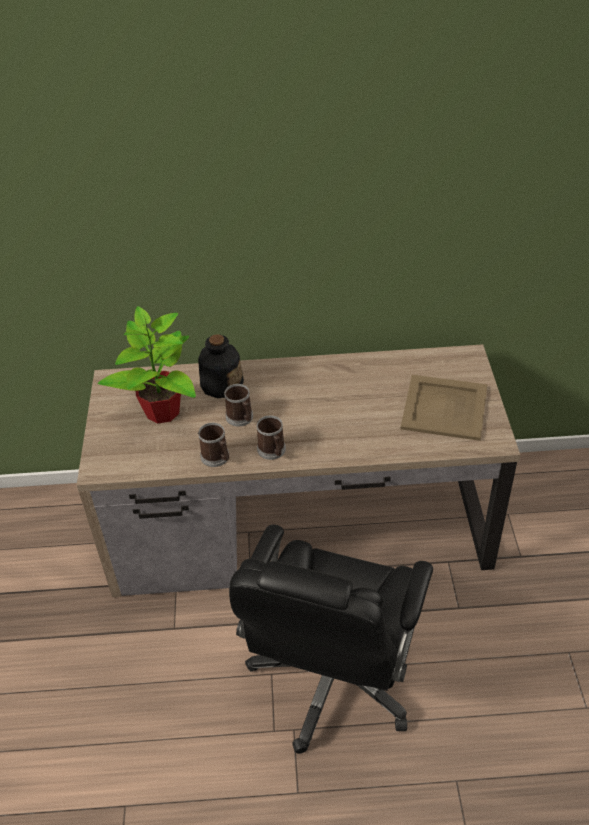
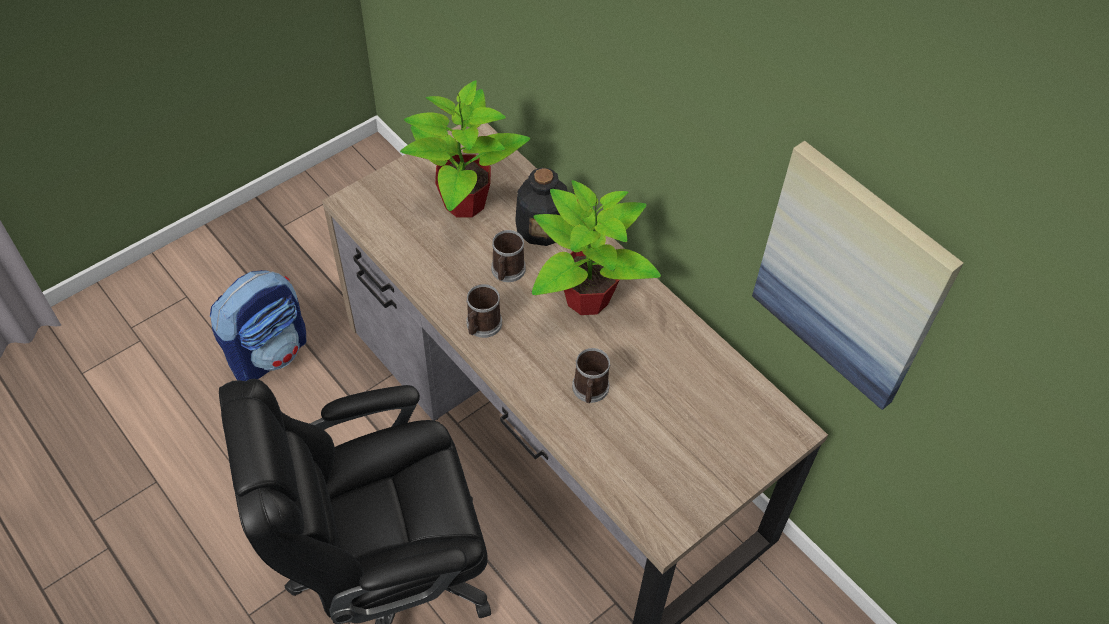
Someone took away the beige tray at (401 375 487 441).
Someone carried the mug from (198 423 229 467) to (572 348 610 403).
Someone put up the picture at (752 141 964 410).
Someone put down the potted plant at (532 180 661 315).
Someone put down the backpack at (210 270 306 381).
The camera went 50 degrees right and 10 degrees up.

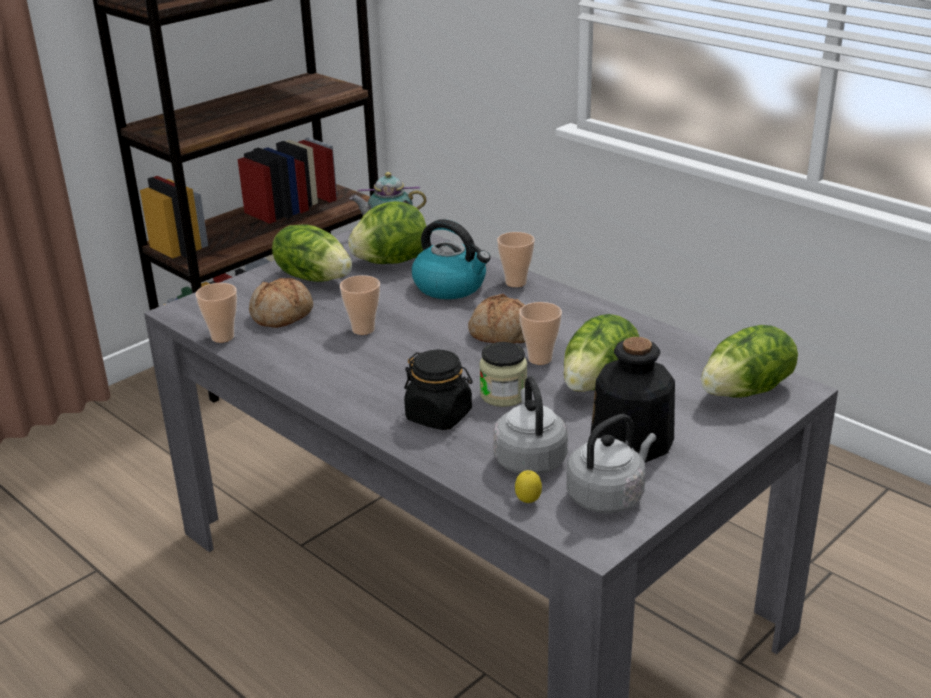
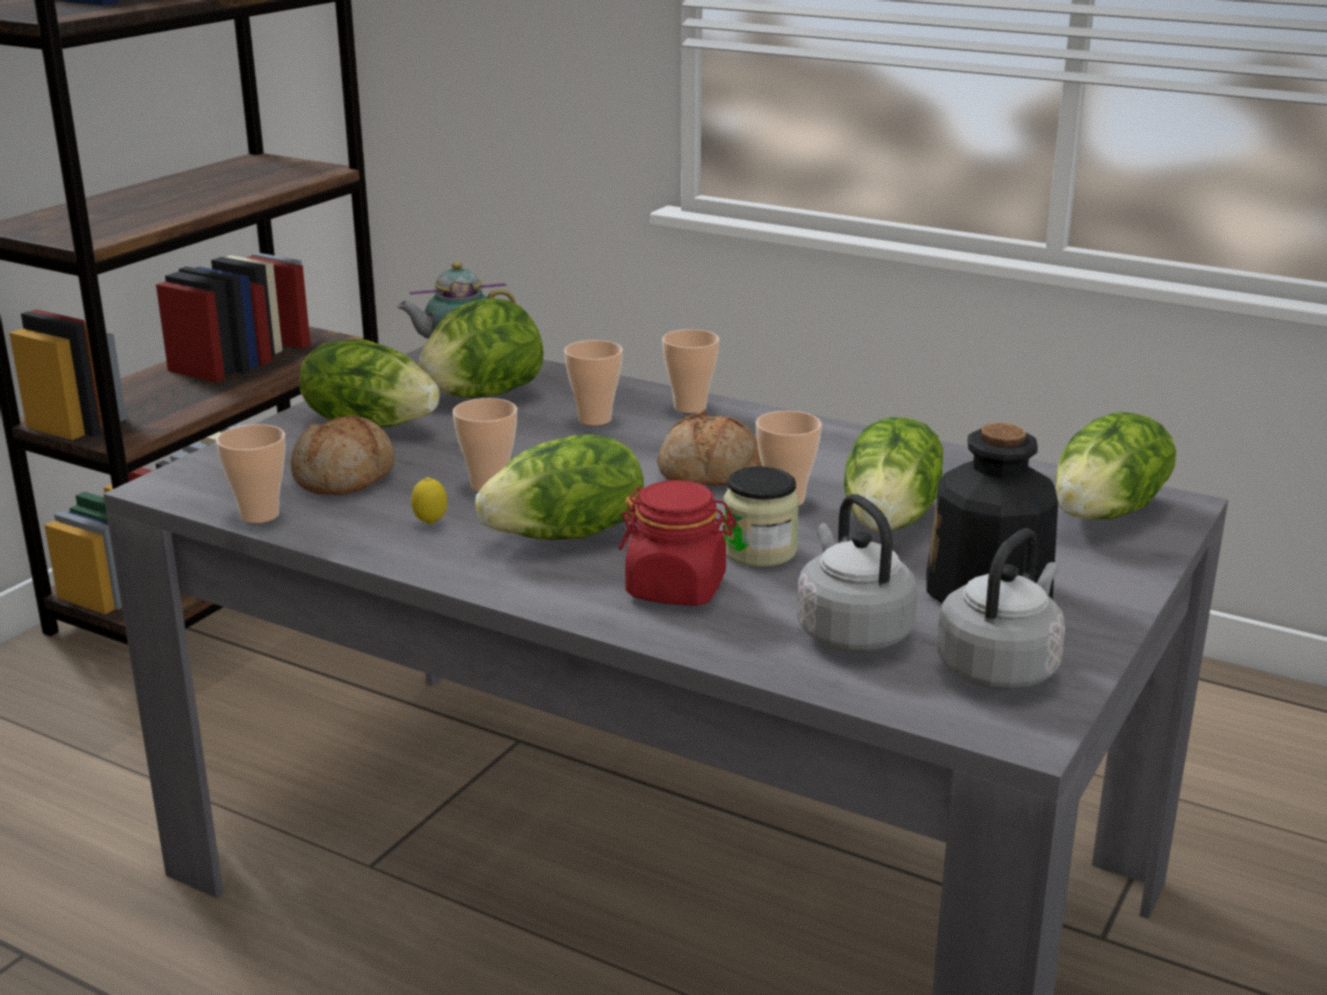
Someone swapped the kettle at (412 219 491 299) for the cup at (564 340 623 426).
Someone repainted the black jar at (404 349 473 430), which became the red jar at (619 480 737 606).
Someone carried the lemon from (515 470 542 503) to (411 477 447 525).
Someone put down the lettuce at (475 434 644 540).
The camera went 15 degrees left and 5 degrees down.

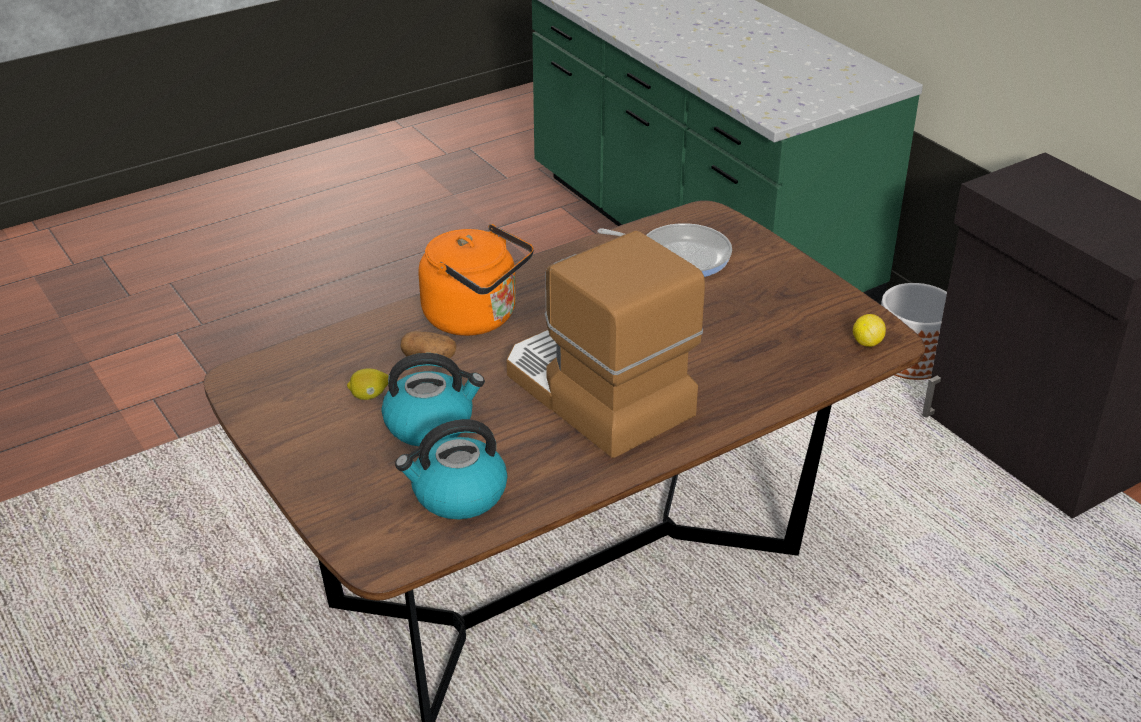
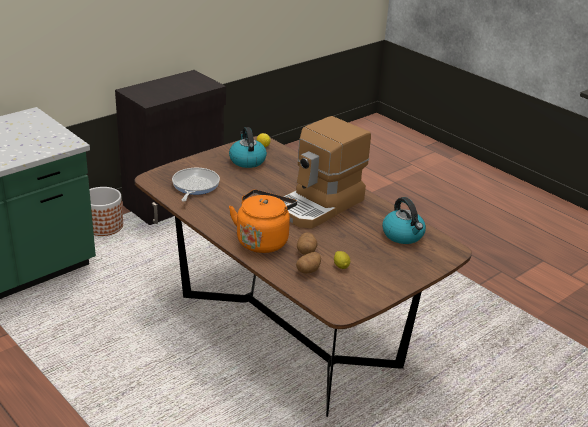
Someone carried the kettle from (382 353 485 446) to (229 127 267 168).
Someone put down the potato at (296 252 321 274).
The camera went 100 degrees left and 5 degrees down.

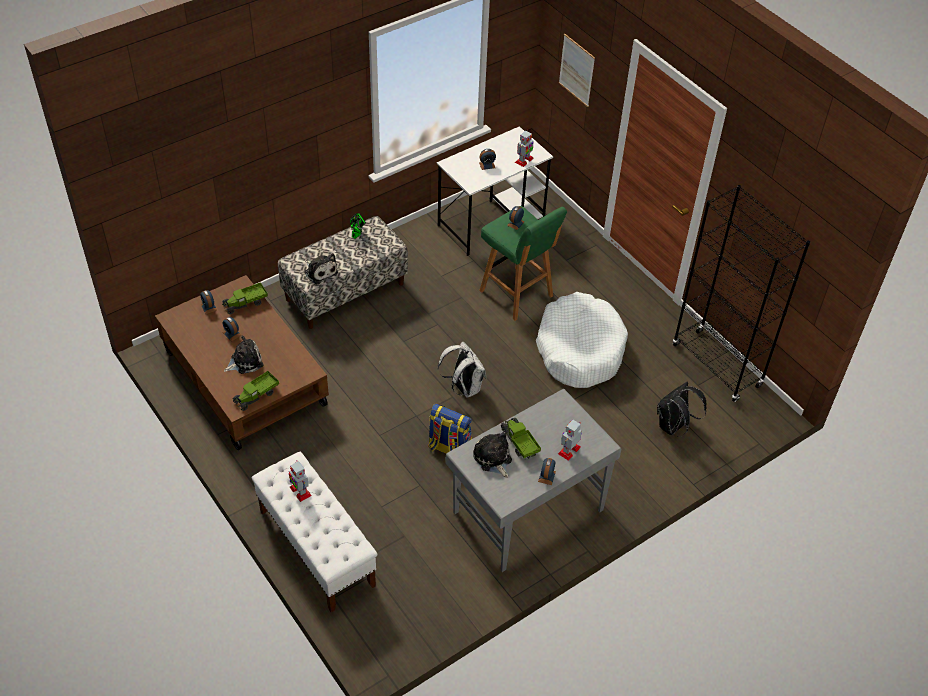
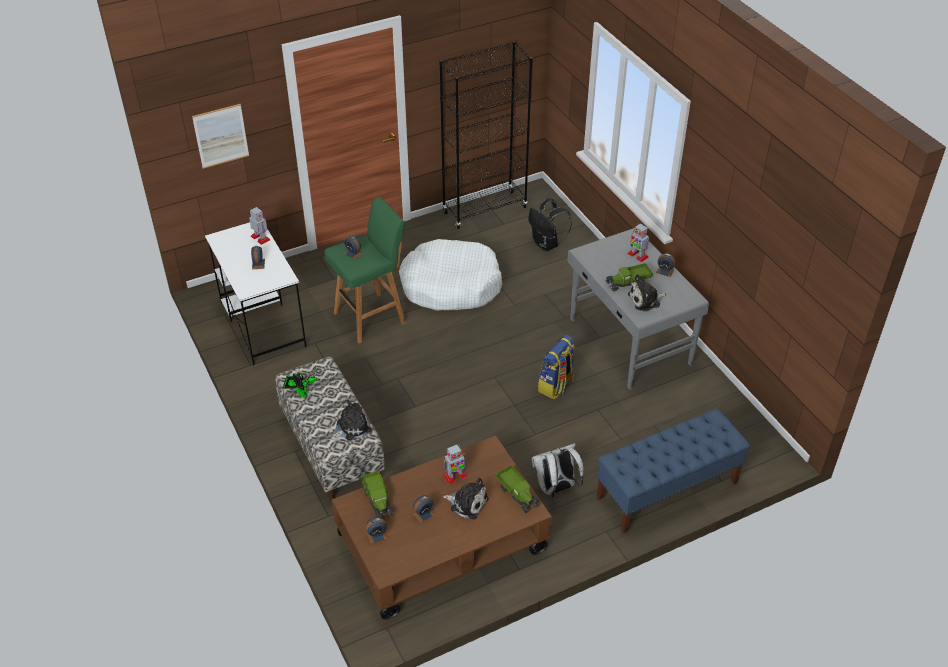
Someone rotated the plush toy at (224 335 264 374) by 135 degrees clockwise.
Someone carried the white backpack from (438 342 486 398) to (532 443 584 498).
Someone repainted the white bench at (252 452 377 612), which became the blue bench at (597 409 750 534).
Someone carried the toy robot from (289 460 312 502) to (443 444 468 484).
The camera went 80 degrees left and 5 degrees down.

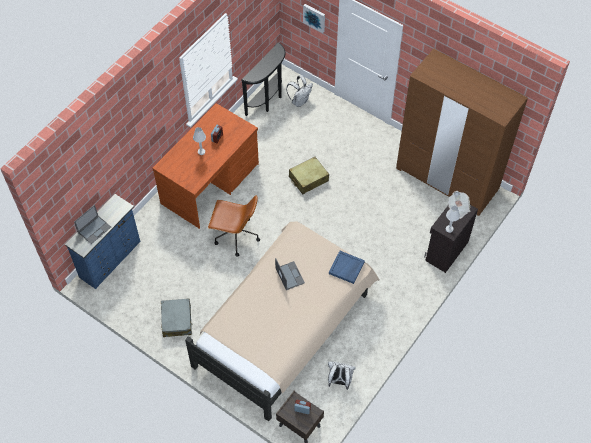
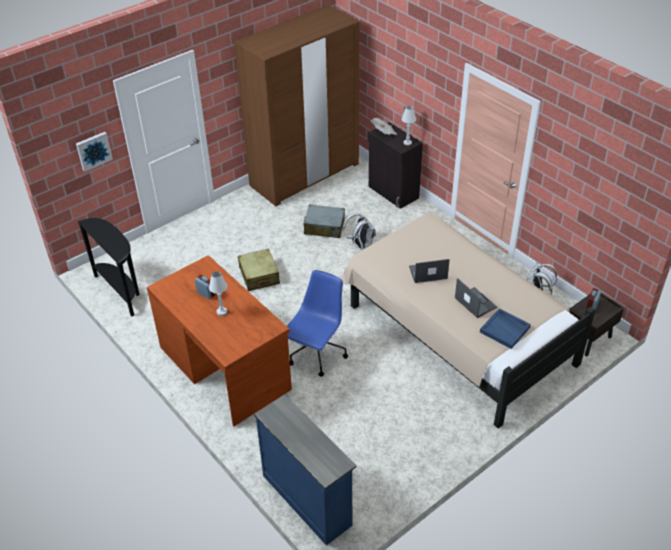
Someone carried the white backpack from (286 75 313 107) to (343 213 376 250).
Someone repainted the brown office chair at (208 195 260 257), which became the blue office chair at (287 270 348 377).
Someone carried the laptop from (74 205 111 244) to (455 278 497 318).
Someone carried the blue tray from (329 251 365 284) to (480 308 531 349).
Someone carried the grey suitcase from (161 298 192 337) to (304 204 345 238).
The camera went 75 degrees left and 15 degrees down.

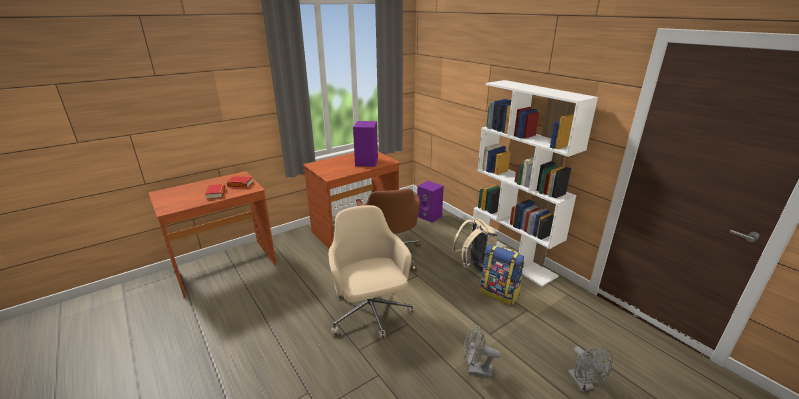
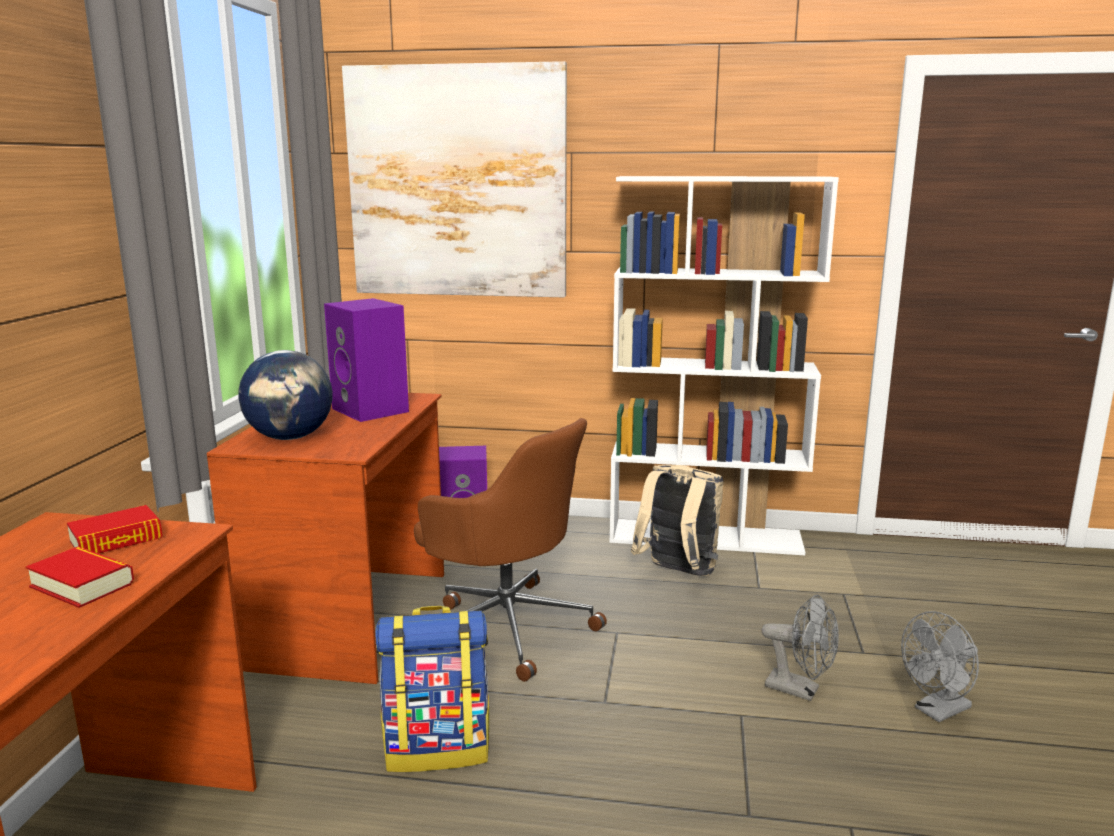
Someone took away the beige office chair at (328 205 415 339).
Someone carried the backpack from (480 244 524 305) to (375 606 489 772).
Someone carried the grey fan from (568 346 613 392) to (762 595 839 701).
Someone put up the picture at (342 61 567 297).
Someone put down the globe at (239 350 333 440).
The camera went 45 degrees left and 10 degrees down.

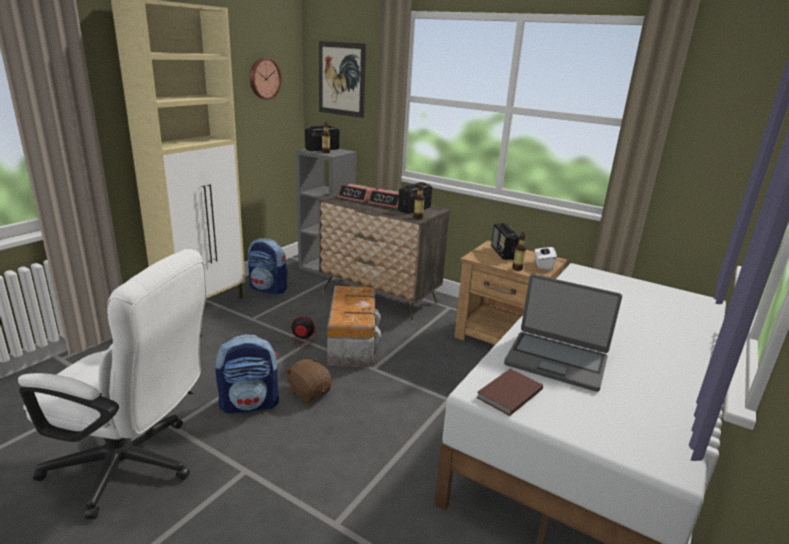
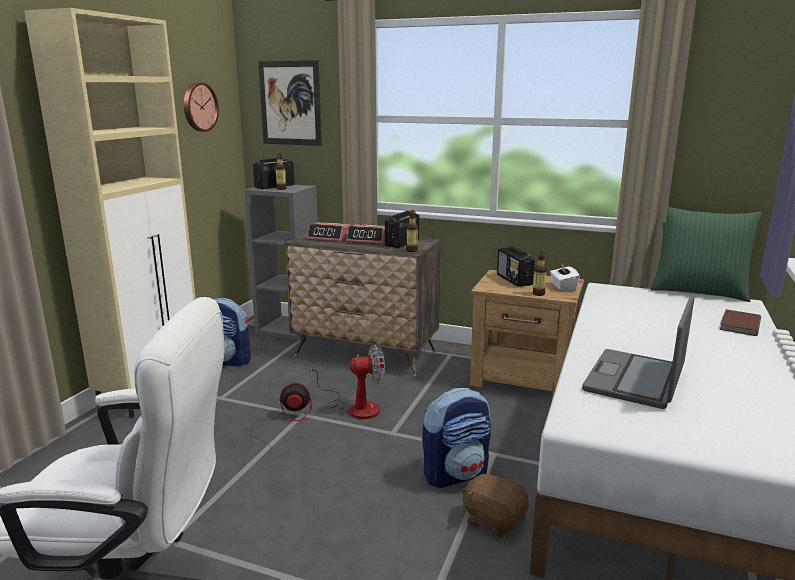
Someone rotated the laptop at (504 274 622 392) by 105 degrees clockwise.
Someone swapped the storage box at (327 286 381 367) for the fan at (310 344 385 419).
Someone carried the backpack from (216 334 279 413) to (422 388 491 488).
Someone carried the brown plush toy from (285 358 332 403) to (462 469 529 538).
Someone carried the brown book from (476 369 543 416) to (720 309 761 336).
Someone put down the green pillow at (651 207 762 302).
The camera went 10 degrees left and 5 degrees down.

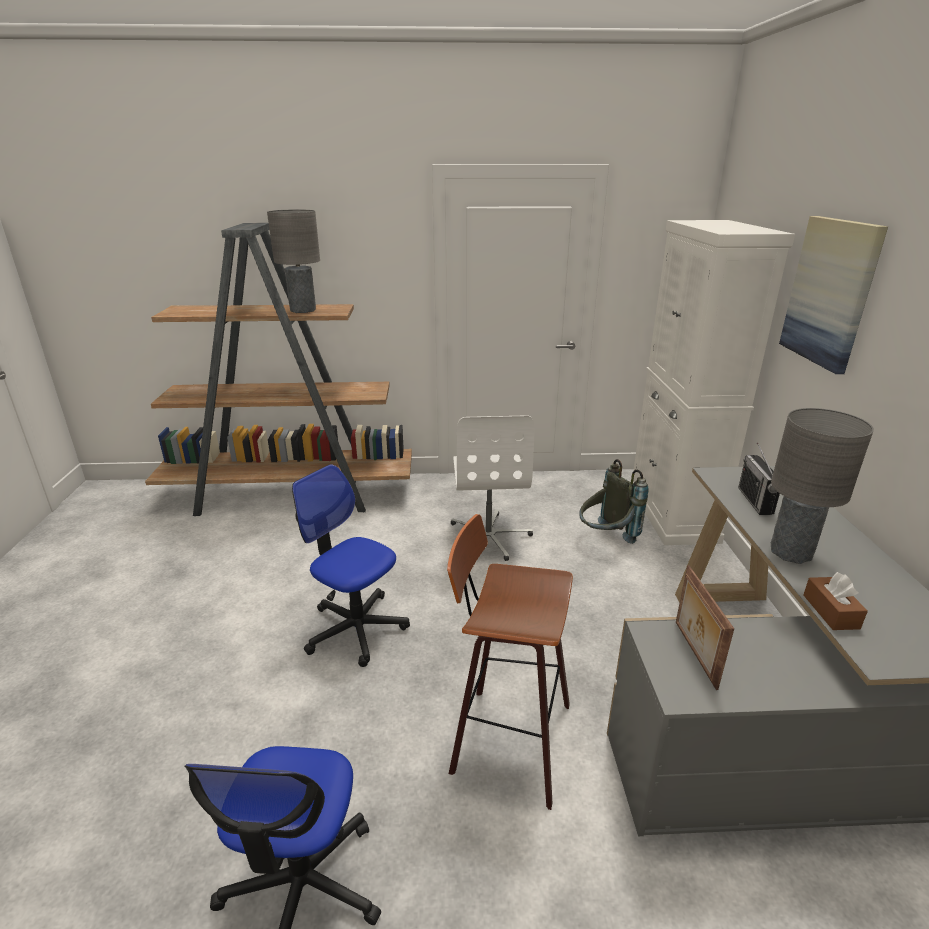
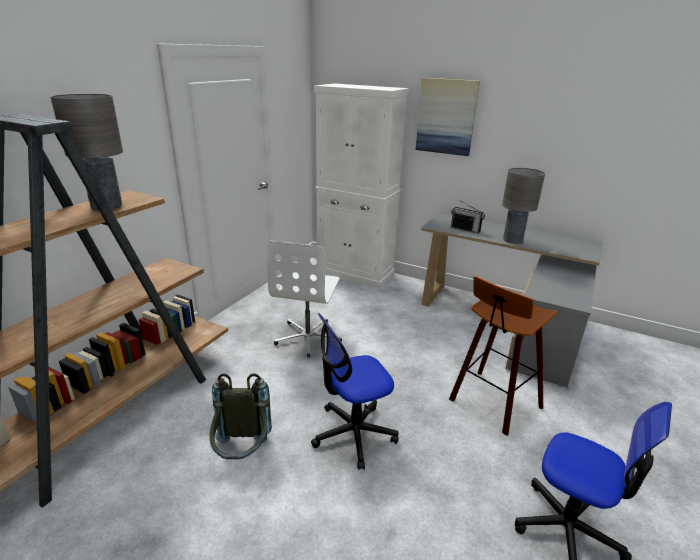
Someone rotated the white office chair at (451 415 535 561) by 75 degrees clockwise.
Someone carried the grey backpack from (579 459 649 544) to (209 373 272 459).
Someone took away the picture frame at (676 565 734 690).
Someone took away the brown tissue box at (803 572 868 630).
The camera went 60 degrees left and 0 degrees up.

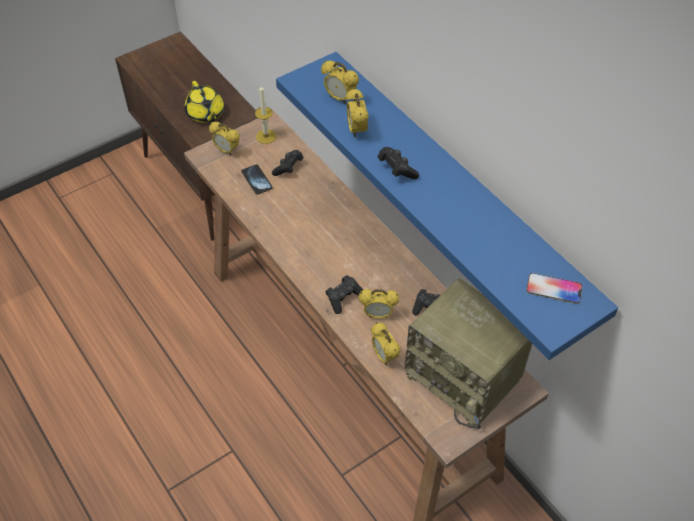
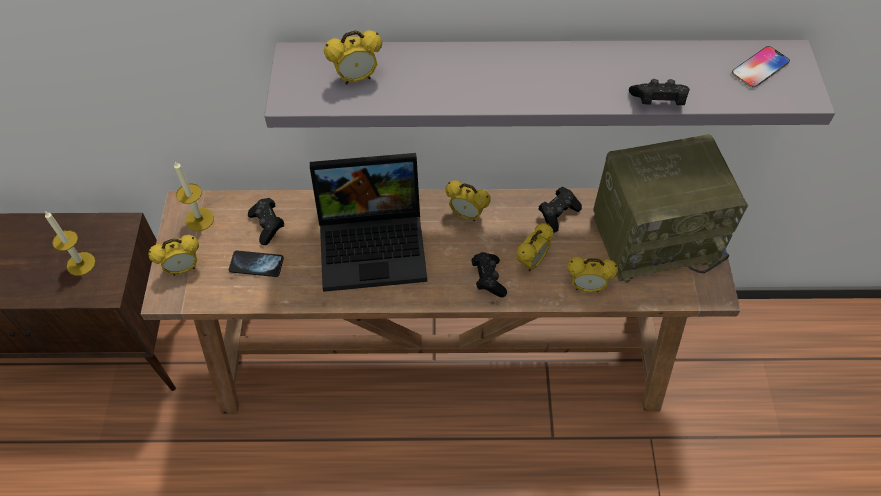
Someone repainted the blue shelf at (276 52 618 360), which became the grey shelf at (264 40 835 128).
Someone swapped the yellow teapot at (185 81 224 123) for the candle at (45 211 96 276).
Someone carried the alarm clock from (346 88 369 138) to (445 180 491 222).
Someone carried the black game controller from (378 147 419 179) to (629 79 690 105).
Someone put down the laptop at (310 153 427 292).
The camera went 55 degrees left and 5 degrees up.

